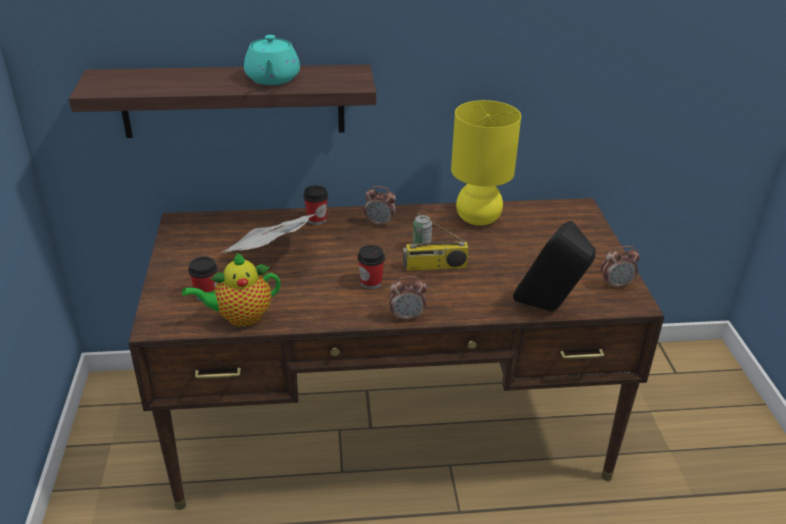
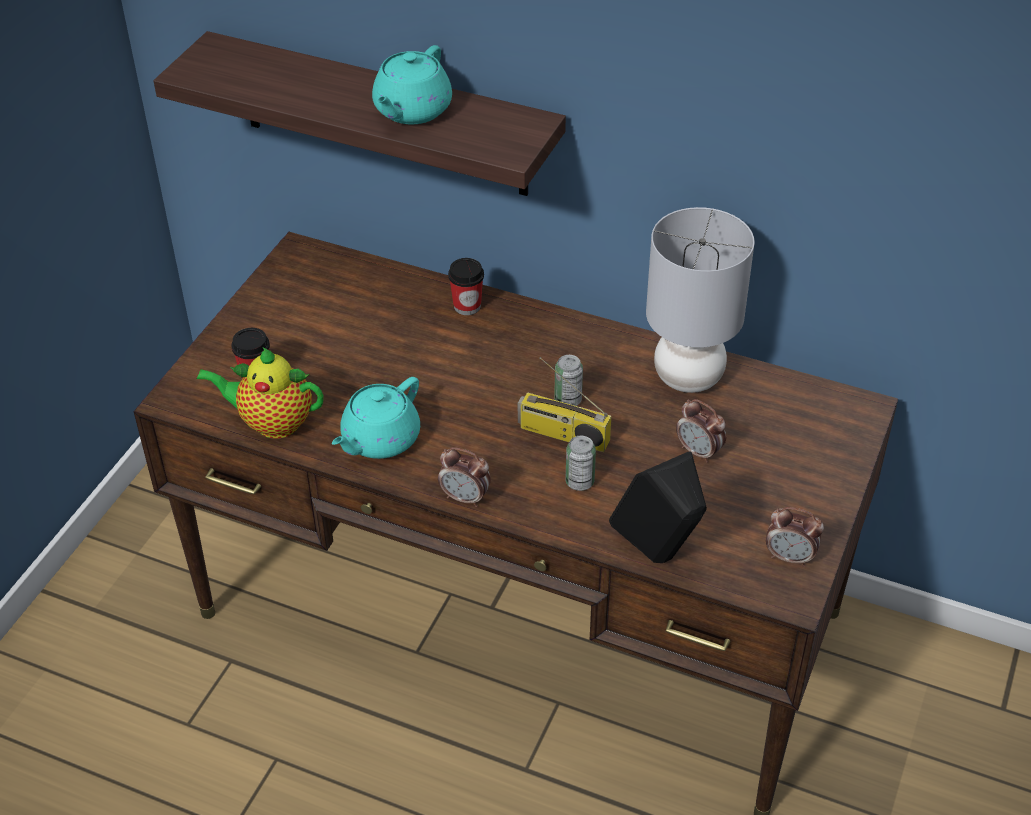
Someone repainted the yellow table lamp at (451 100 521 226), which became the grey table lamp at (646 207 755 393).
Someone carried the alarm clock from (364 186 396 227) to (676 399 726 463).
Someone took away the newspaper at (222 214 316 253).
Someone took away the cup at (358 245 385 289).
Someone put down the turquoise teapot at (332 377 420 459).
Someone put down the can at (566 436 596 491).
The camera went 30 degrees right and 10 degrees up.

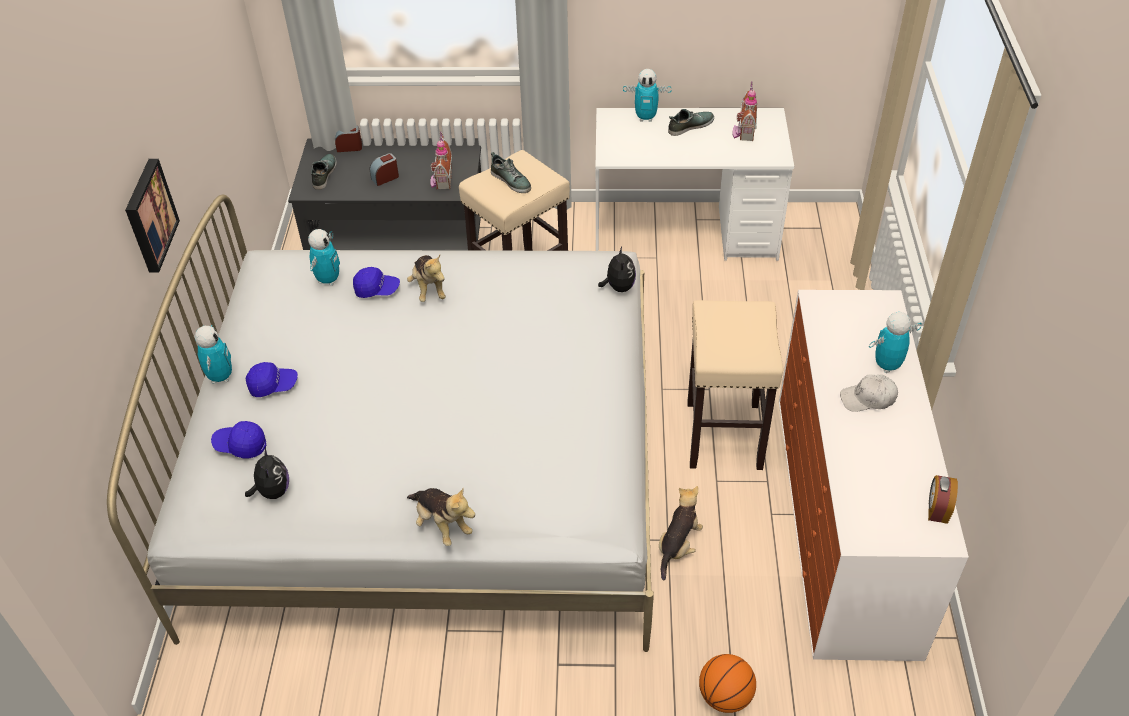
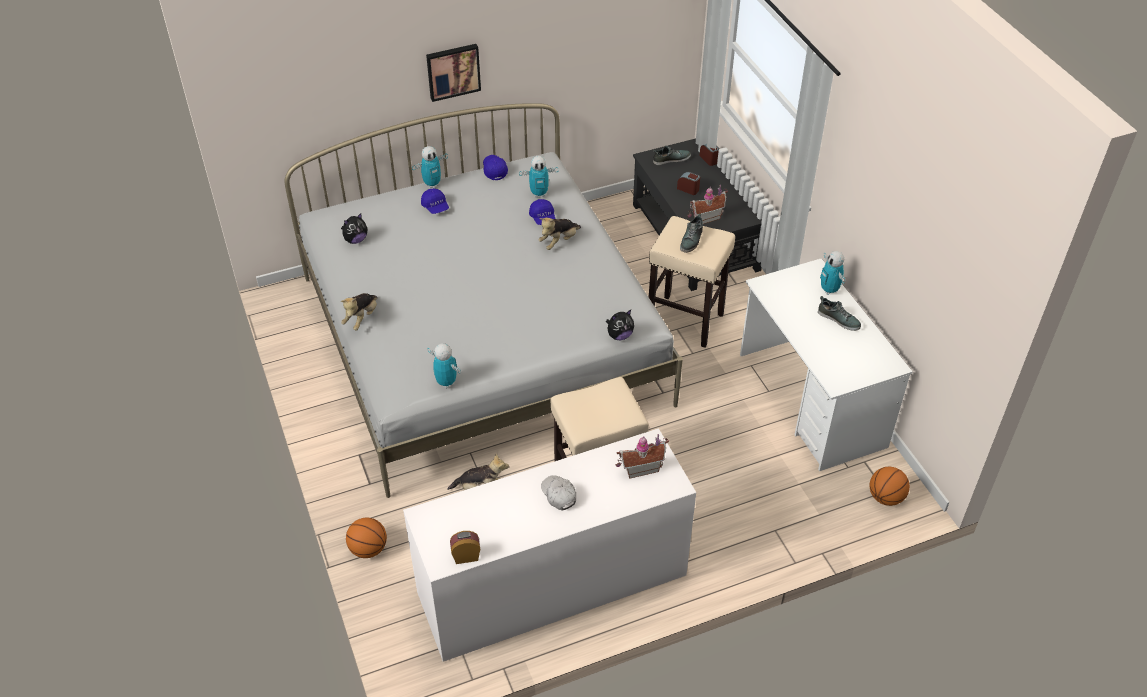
Someone carried the toy house from (732 81 757 141) to (616 434 669 479).
Someone carried the toy robot from (869 312 922 373) to (427 343 461 389).
Someone carried the blue cap from (211 421 266 458) to (483 155 508 180).
Someone put down the basketball at (870 467 910 506).
The camera went 65 degrees right and 0 degrees up.

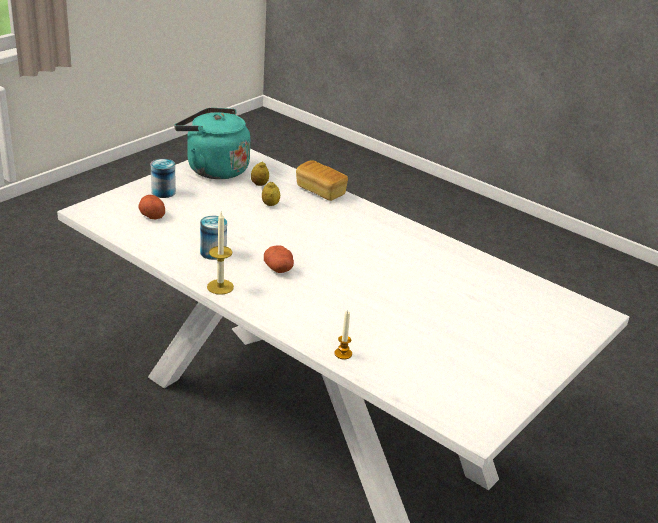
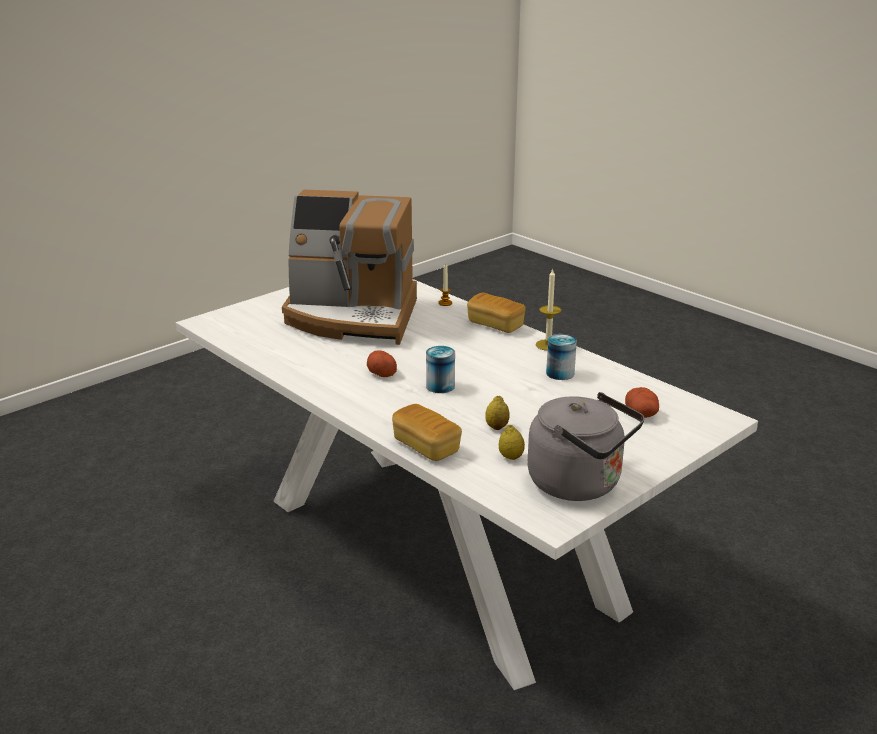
Someone repainted the turquoise kettle at (174 108 250 179), which became the grey kettle at (527 392 644 501).
Someone carried the can from (151 159 176 198) to (426 346 455 393).
Someone carried the potato from (264 245 294 273) to (367 350 397 377).
Someone put down the coffee machine at (282 190 417 345).
Someone put down the bread at (467 293 526 333).
The camera went 170 degrees left and 5 degrees down.

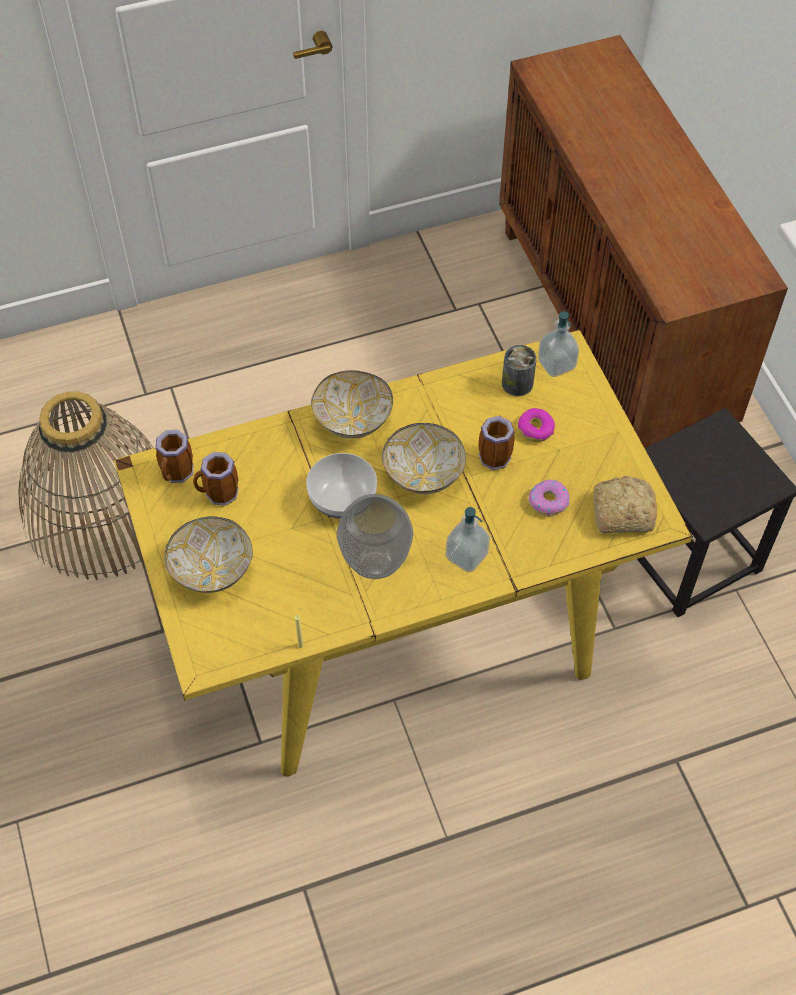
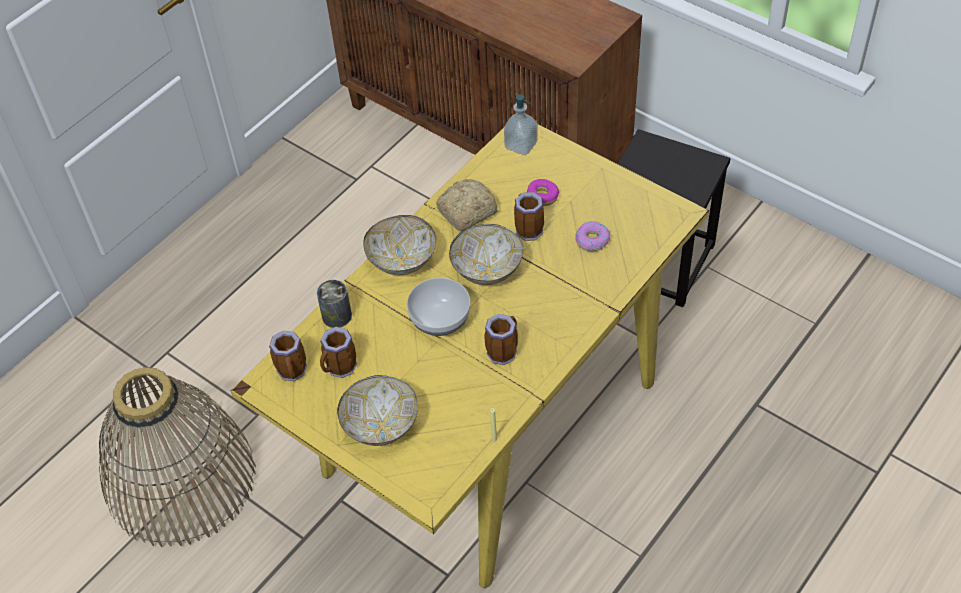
Someone carried the can from (502 345 537 396) to (317 280 352 328).
Someone carried the bread from (593 476 657 533) to (436 179 498 232).
Someone swapped the vase at (337 494 413 579) for the mug at (484 314 518 365).
Someone took away the soap dispenser at (446 507 490 572).
The camera went 30 degrees left and 5 degrees down.

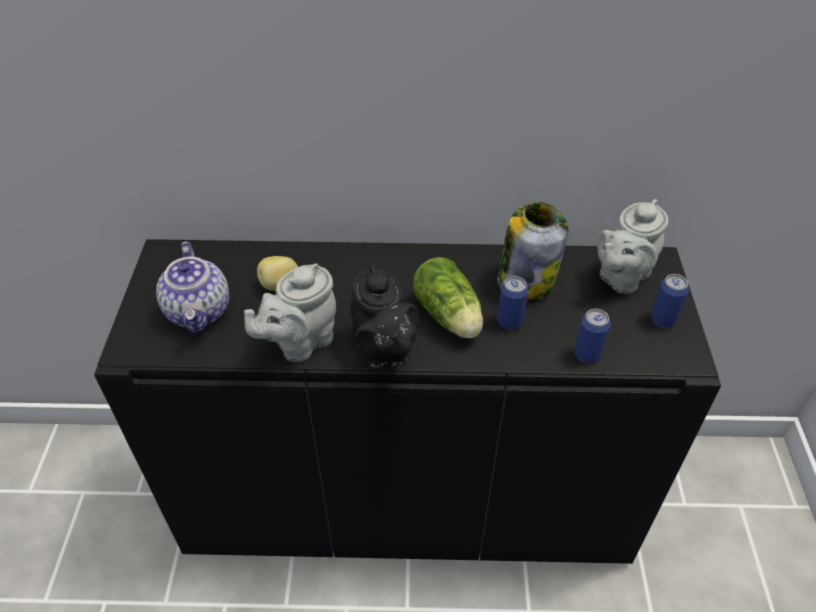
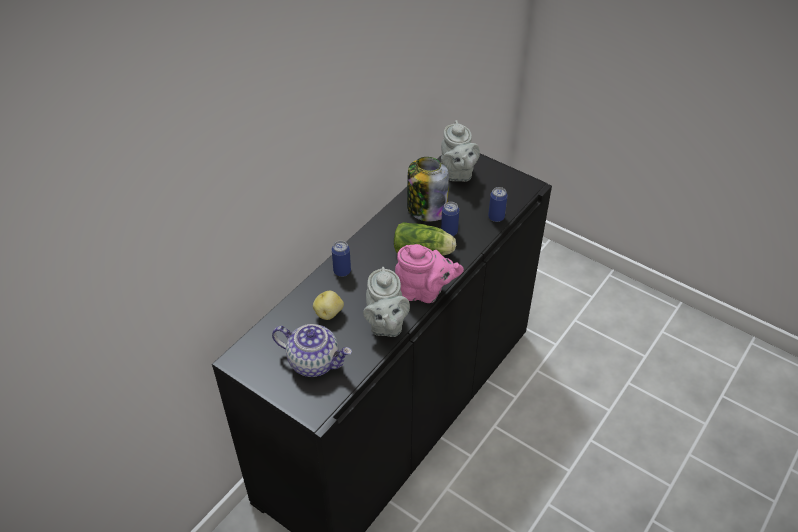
Someone repainted the black teapot at (350 265 419 368), which became the pink teapot at (395 244 464 303).
Someone carried the can from (650 274 689 328) to (332 241 351 277).
The camera went 55 degrees left and 0 degrees up.

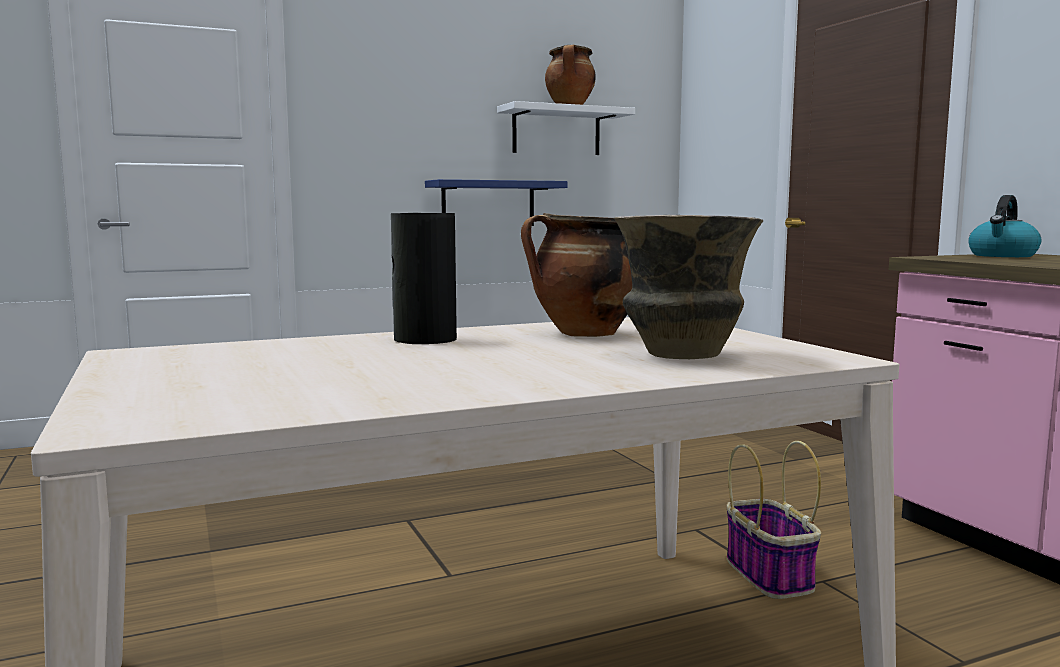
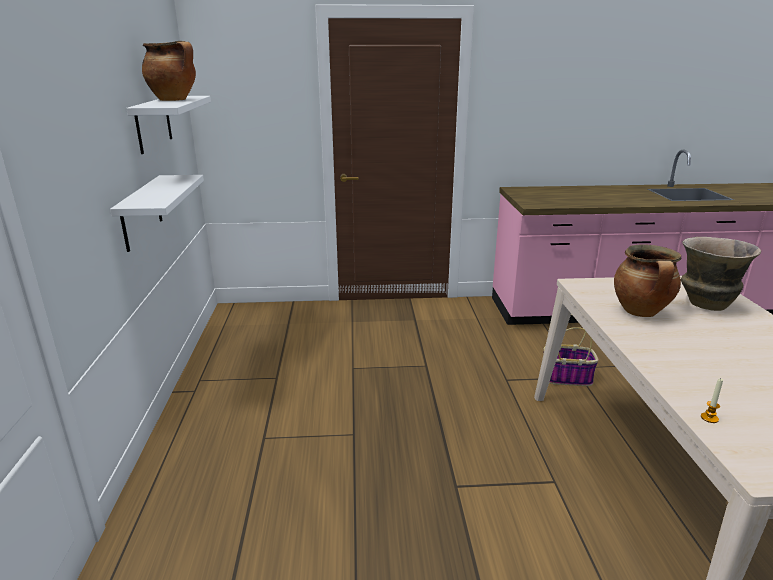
Someone repainted the blue shelf at (425 179 567 226), which became the white shelf at (110 175 204 252).
Someone took away the kettle at (968 195 1041 257).
Someone took away the vase at (391 213 457 344).
Someone put down the candle at (701 379 723 423).
The camera went 70 degrees left and 15 degrees up.

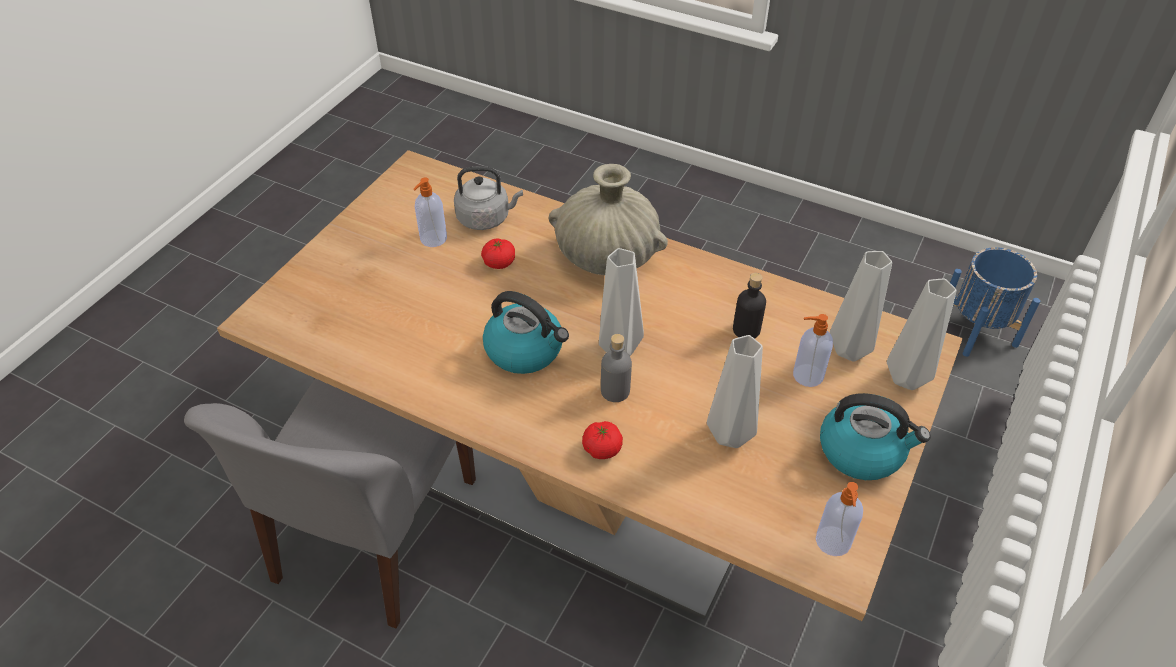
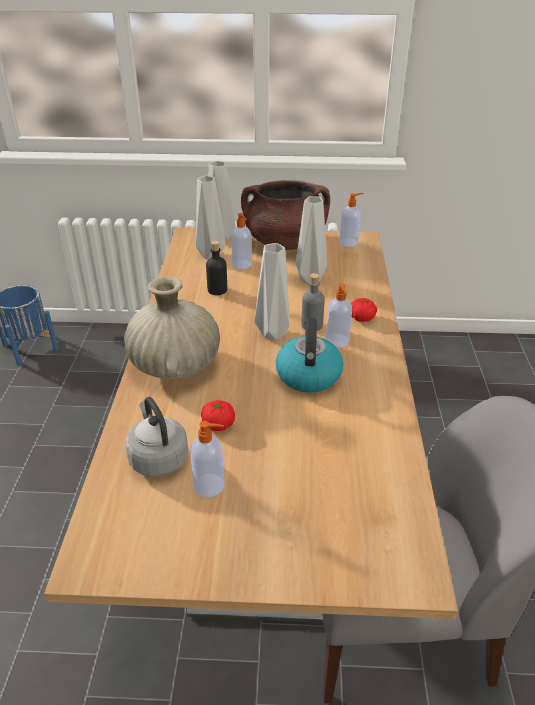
Someone swapped the kettle at (820 393 931 480) for the brown cooking pot at (241 180 330 250).
Someone put down the soap dispenser at (326 283 352 348).
The camera went 115 degrees left and 10 degrees down.

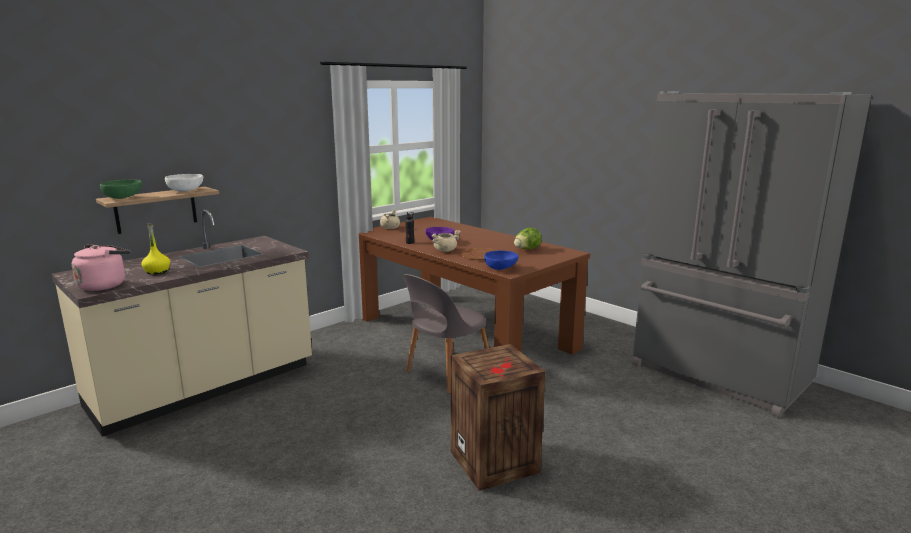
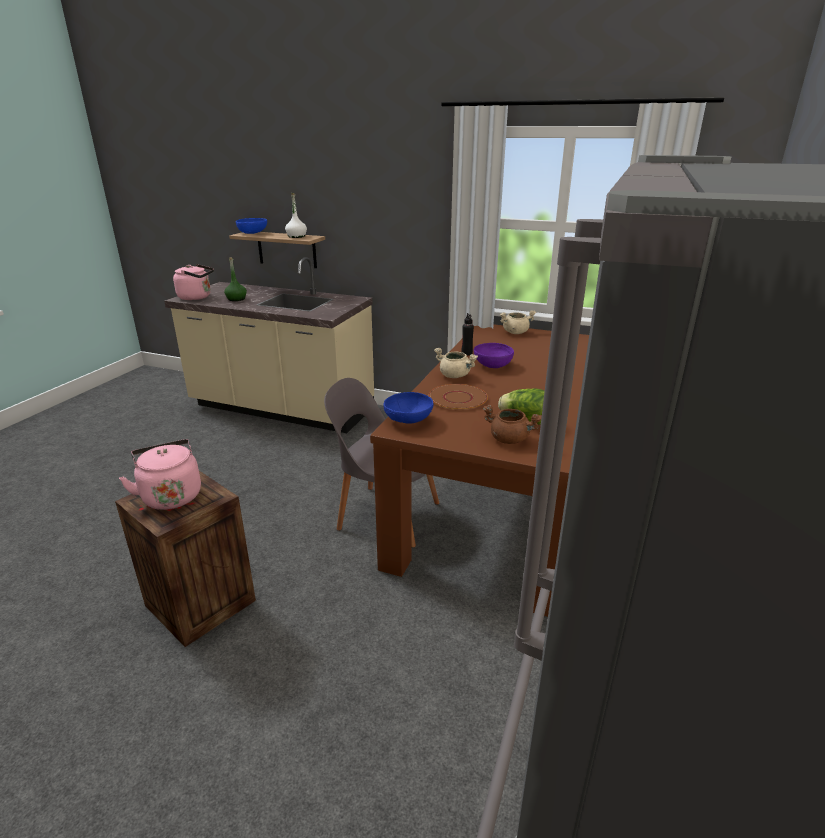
Someone swapped the white bowl at (165 174 203 192) for the white bottle at (285 193 307 238).
Someone repainted the green bowl at (100 180 142 199), which became the blue bowl at (236 218 267 234).
Someone repainted the yellow bottle at (141 224 170 275), which became the green bottle at (224 257 247 301).
Someone put down the brown cooking pot at (483 405 542 444).
Someone put down the pink kettle at (119 439 201 510).
The camera went 65 degrees right and 10 degrees up.

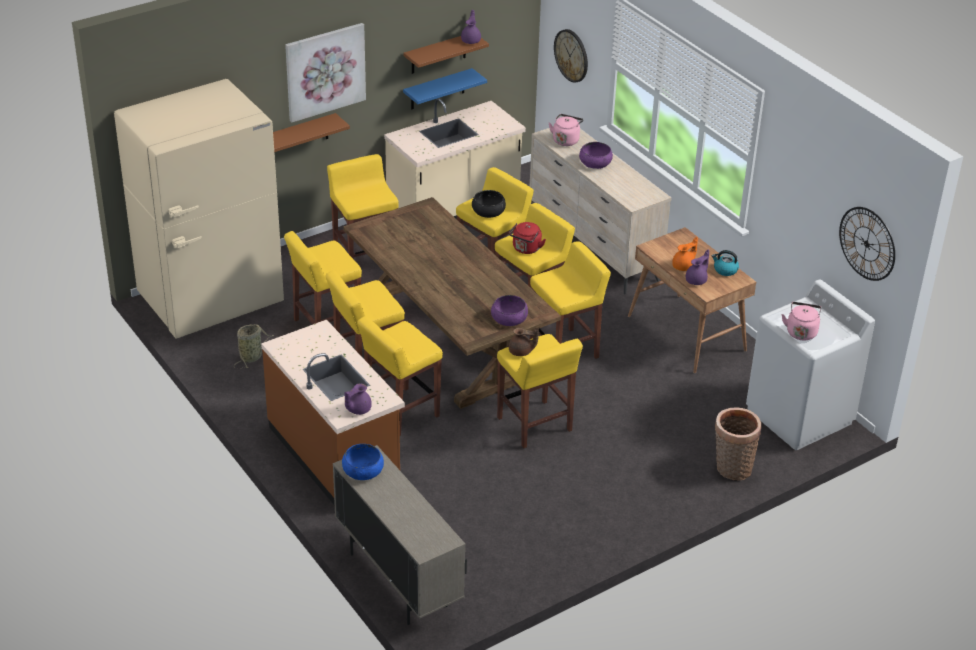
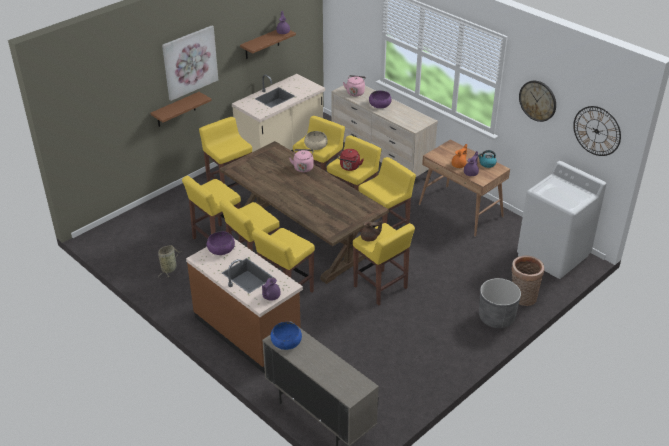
Someone carried the wall clock from (554 29 588 83) to (519 81 556 122).
Someone took away the blue shelf at (403 68 487 109).
Someone took away the beige fridge at (114 79 284 339).
Someone repainted the black bowl at (472 190 506 218), which became the beige bowl at (304 131 328 150).
Someone carried the purple bowl from (491 295 528 326) to (207 231 235 255).
Someone carried the pink kettle from (782 302 822 341) to (289 149 314 172).
Someone put down the grey planter at (479 278 521 328).
The camera went 10 degrees left and 0 degrees up.

